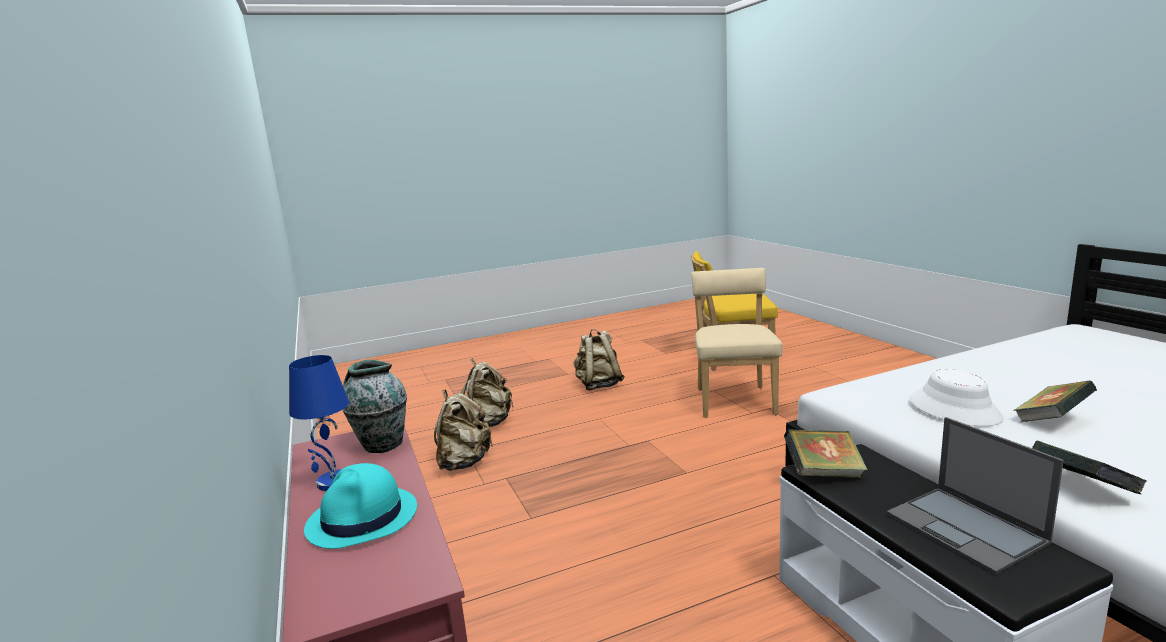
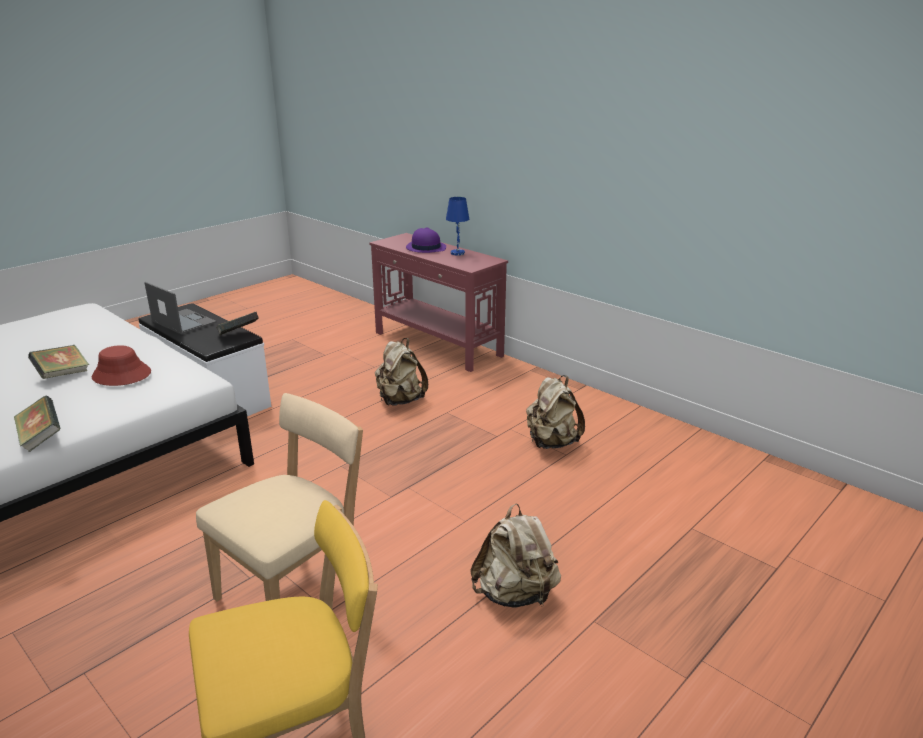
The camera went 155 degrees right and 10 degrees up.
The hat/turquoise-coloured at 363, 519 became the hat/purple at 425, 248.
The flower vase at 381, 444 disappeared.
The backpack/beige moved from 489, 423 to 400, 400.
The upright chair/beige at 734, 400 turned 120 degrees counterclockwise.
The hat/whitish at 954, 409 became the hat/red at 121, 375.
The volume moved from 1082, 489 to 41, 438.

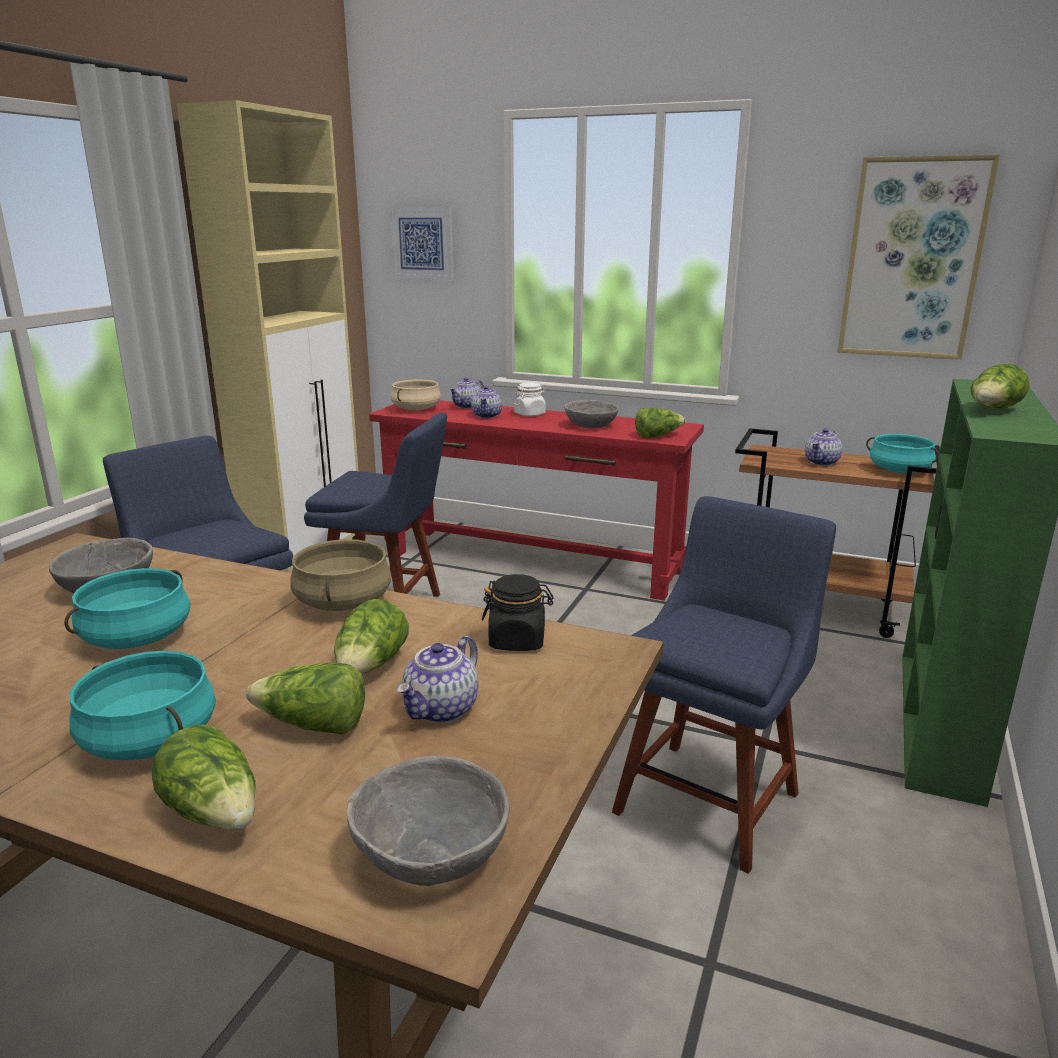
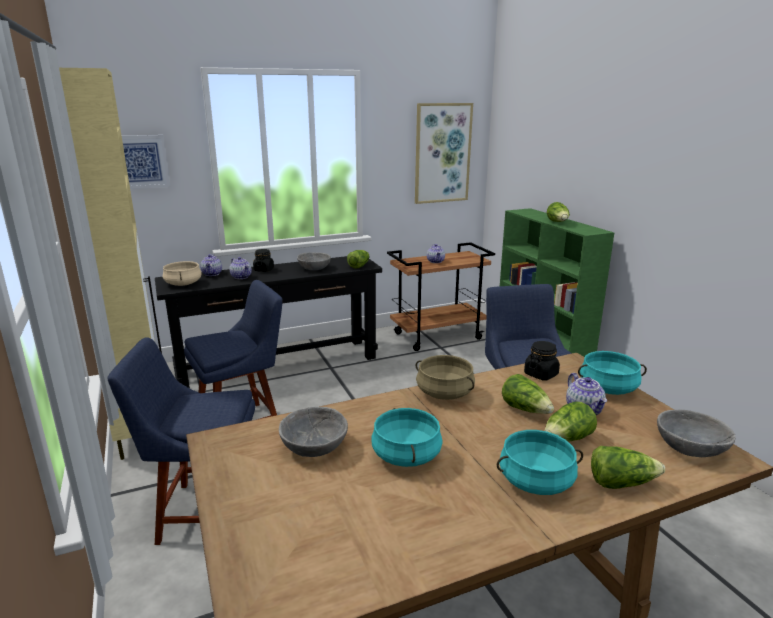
The camera went 45 degrees left and 0 degrees up.
The console table/red at 532, 562 became the console table/blackish at 278, 365.
The preserve jar/whitish at 530, 414 became the preserve jar/blackish at 264, 270.
The stockpot/turquoise-coloured moved from 899, 471 to 608, 388.

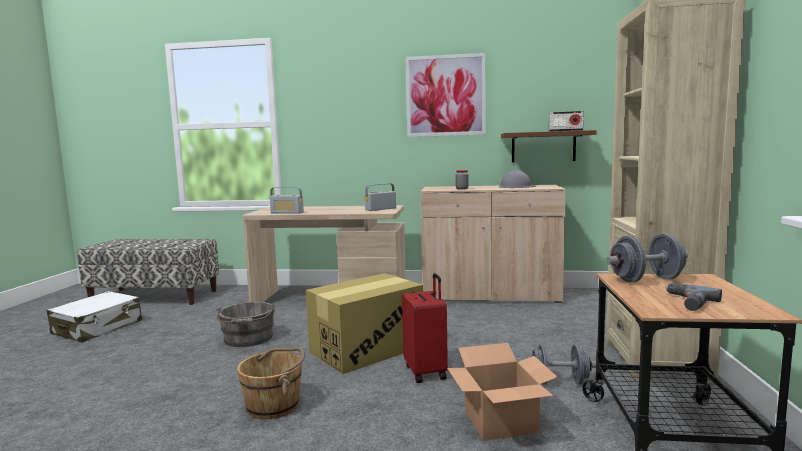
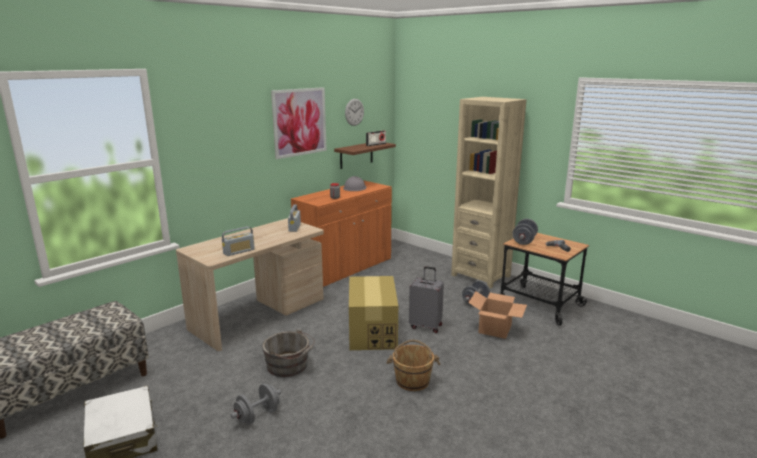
The camera went 55 degrees left and 10 degrees up.
The suitcase/red at 426, 372 became the suitcase/gray at 426, 326.
The storage cabinet/beige at 490, 295 became the storage cabinet/orange-coloured at 345, 268.
The free weight/gray at 257, 416 appeared.
The clock on the wall at 354, 112 appeared.

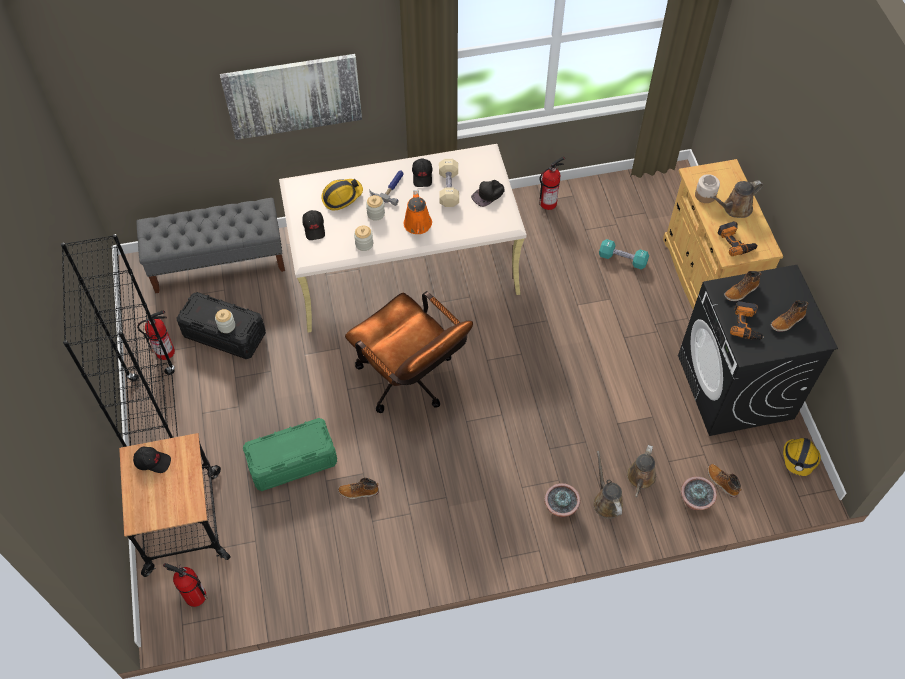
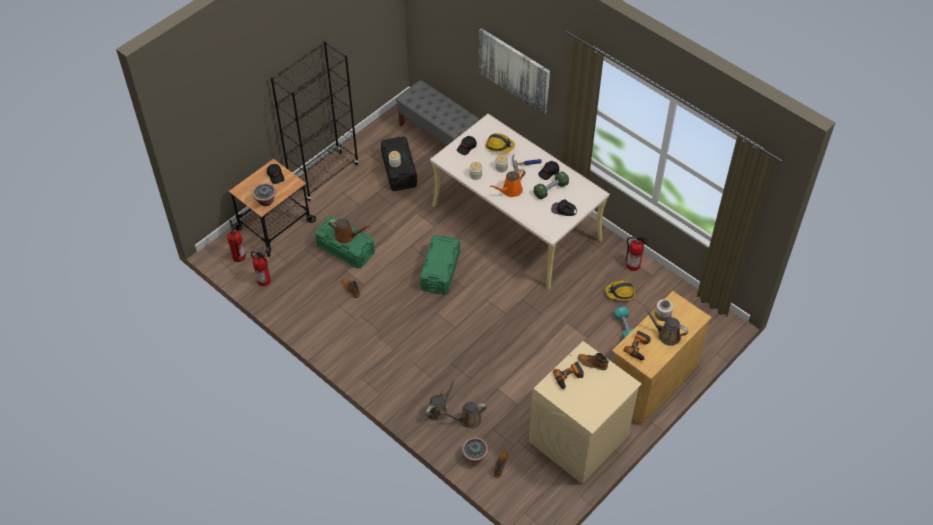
The camera went 55 degrees right and 5 degrees down.
The fire extinguisher moved from 166, 351 to 264, 281.
The office chair/brown at 410, 382 was replaced by the storage container/green at 440, 271.
The free weight/beige at 448, 189 became the free weight/green at 550, 189.
The houseplant moved from 560, 508 to 265, 201.
The laundry machine/blackish at 735, 387 became the laundry machine/beige at 578, 439.
The high-top boot at 787, 321 disappeared.
The hard hat moved from 799, 458 to 620, 293.
The watering pot/brown at 346, 236 appeared.

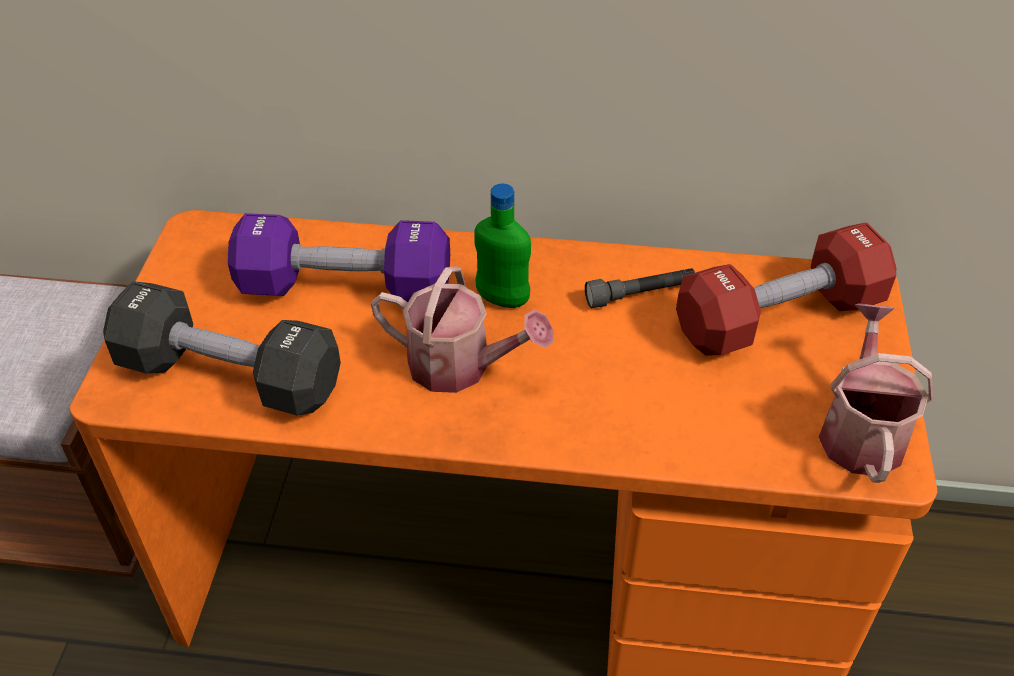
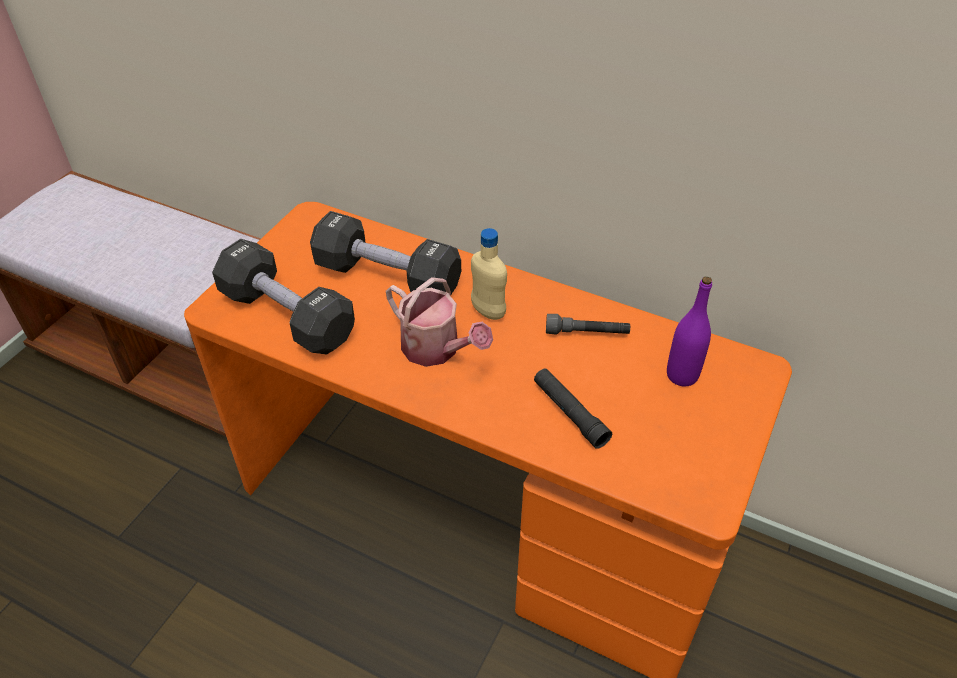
The camera went 20 degrees right and 0 degrees up.
The free weight/purple at 345, 287 became the free weight/blackish at 387, 277.
The bottle/green at 502, 299 became the bottle/beige at 488, 311.
The free weight/red at 779, 317 was replaced by the bottle/purple at 682, 375.
The watering pot at 860, 430 disappeared.
The hand torch/blackish at 570, 413 appeared.

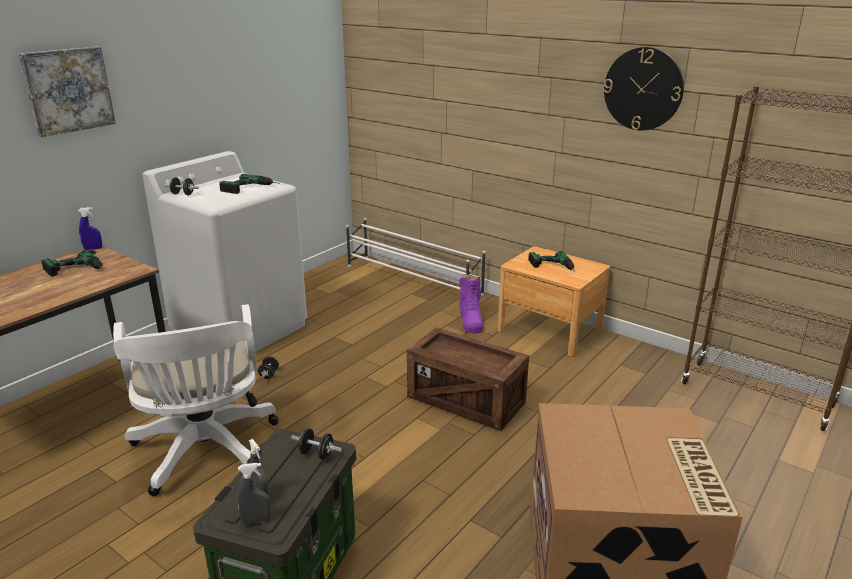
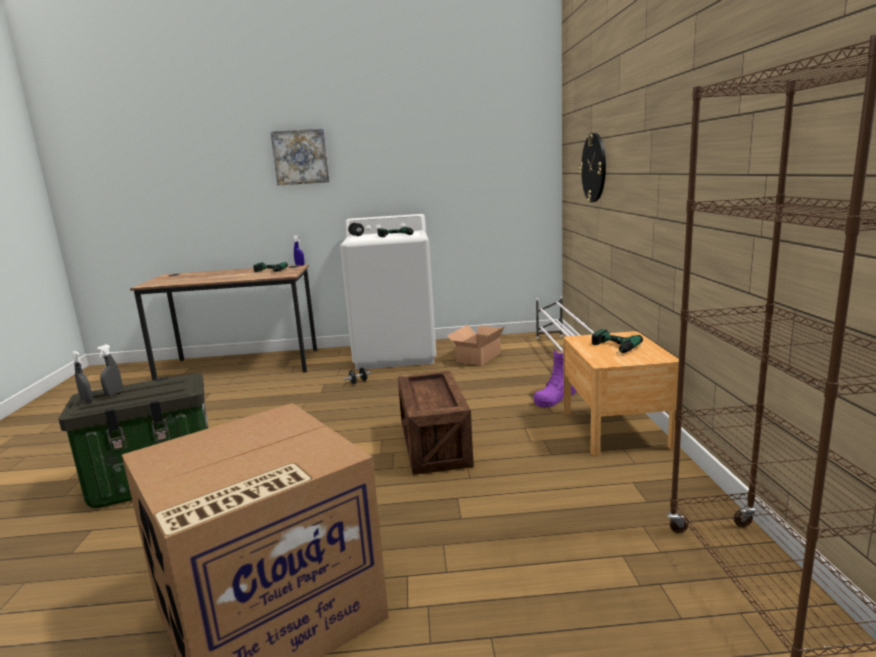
The camera went 50 degrees right and 10 degrees down.
The office chair/whitish at 205, 453 disappeared.
The free weight/blackish at 316, 454 disappeared.
The clock on the wall moved from 643, 89 to 594, 168.
The packing box at 476, 357 appeared.

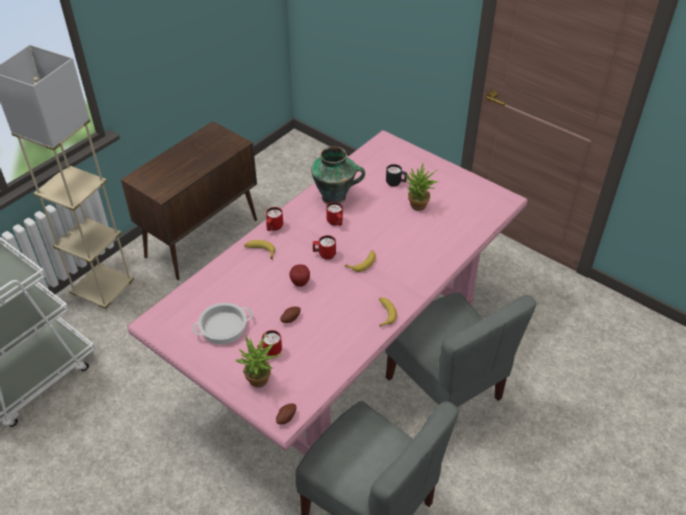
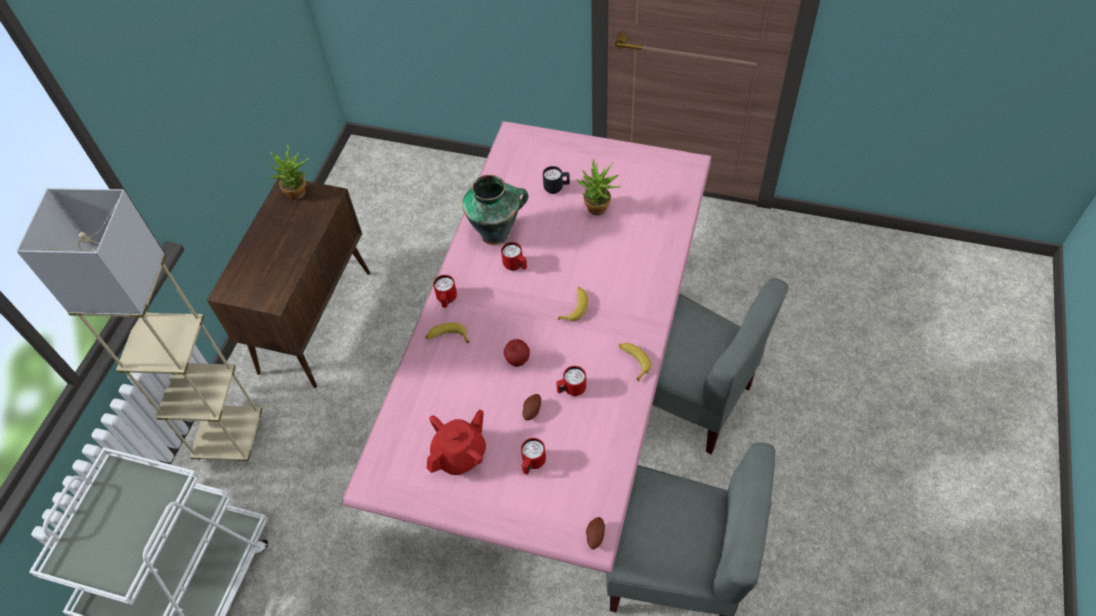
The camera went 20 degrees left and 10 degrees up.
The stockpot at 223, 327 was replaced by the teapot/red at 460, 454.
The houseplant moved from 260, 382 to 299, 194.
The mug/red moved from 324, 255 to 571, 390.

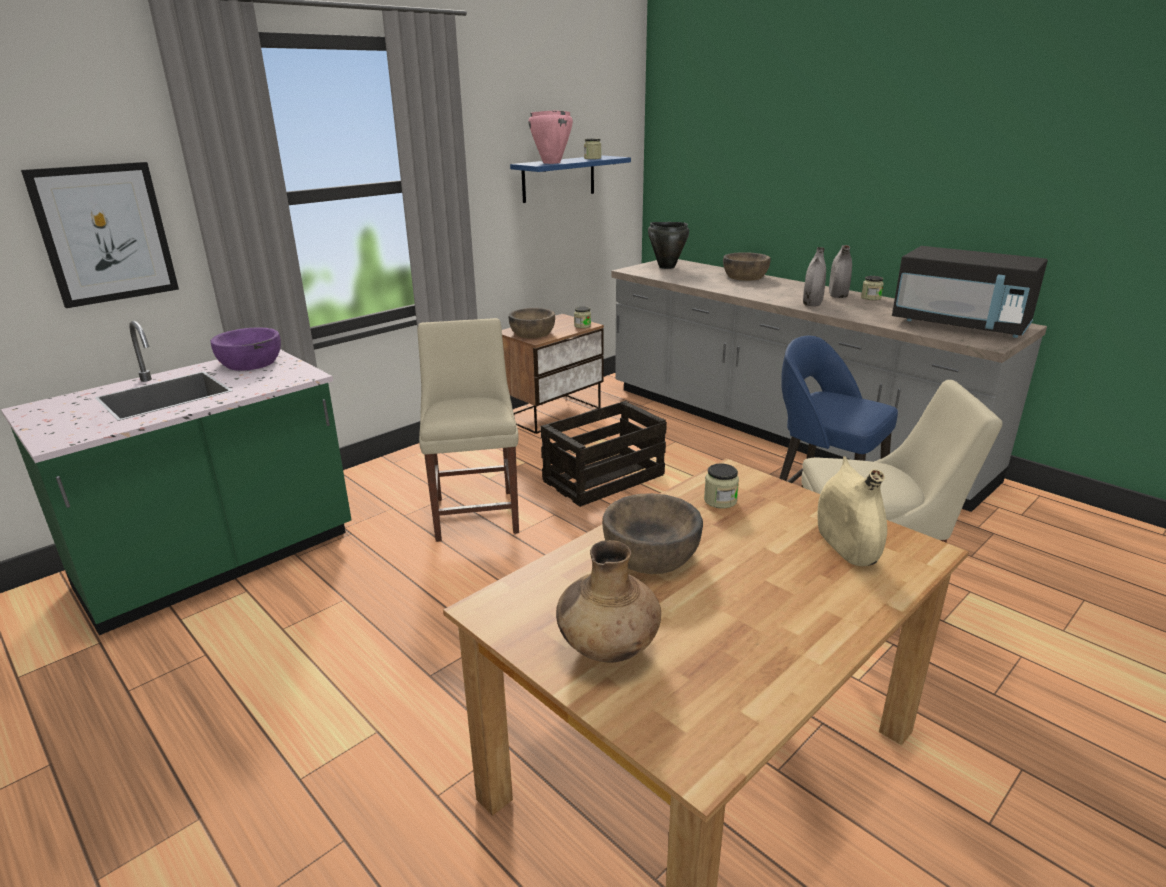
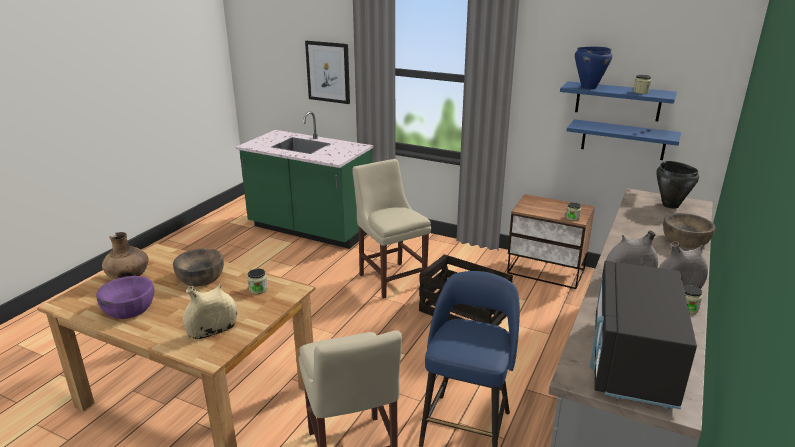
The camera went 70 degrees right and 0 degrees up.
The serving bowl/purple moved from 251, 362 to 129, 308.
The upright chair/beige at 476, 512 turned 90 degrees counterclockwise.
The serving bowl/brown at 532, 333 disappeared.
The stockpot/pink-coloured at 551, 162 became the stockpot/blue-coloured at 588, 87.
The wall shelf/blue-coloured at 623, 140 appeared.

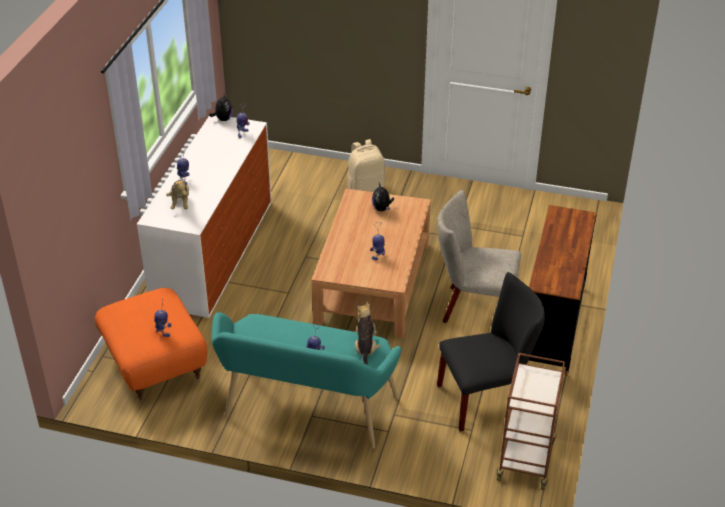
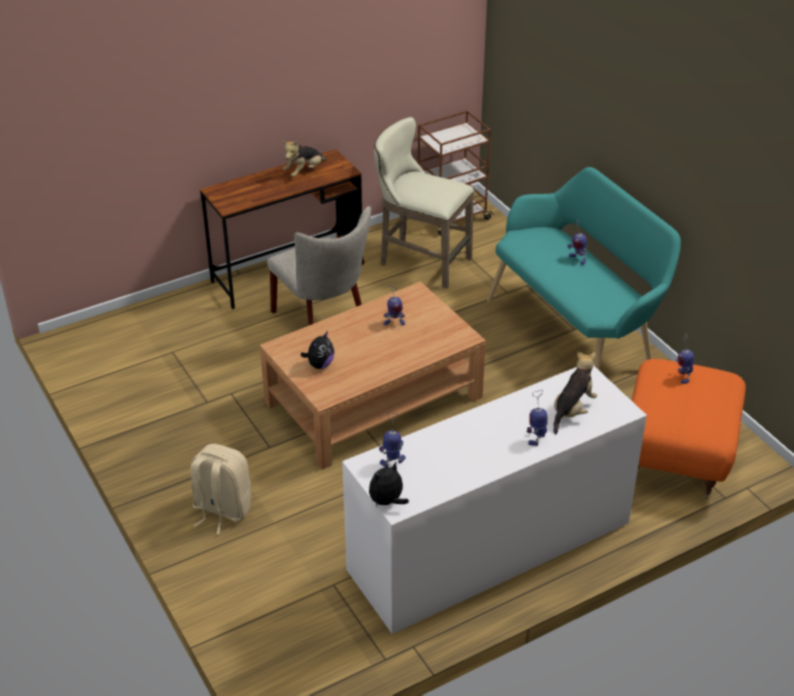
The camera went 135 degrees left and 0 degrees up.
The soft toy moved from 366, 349 to 304, 171.
The upright chair/blackish at 487, 398 was replaced by the stool/beige at 420, 261.

